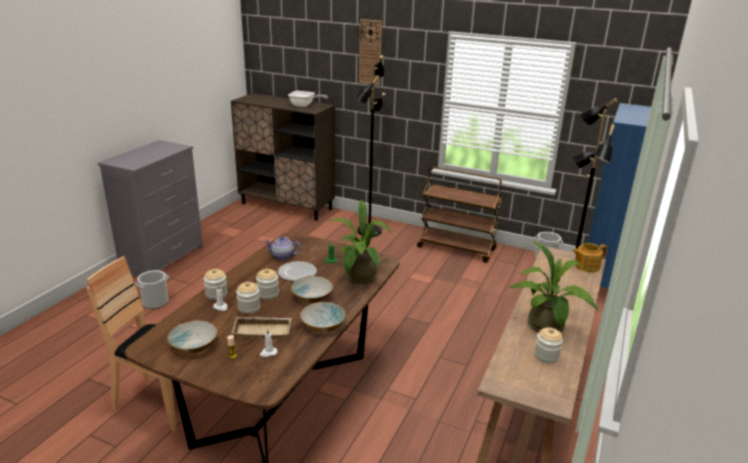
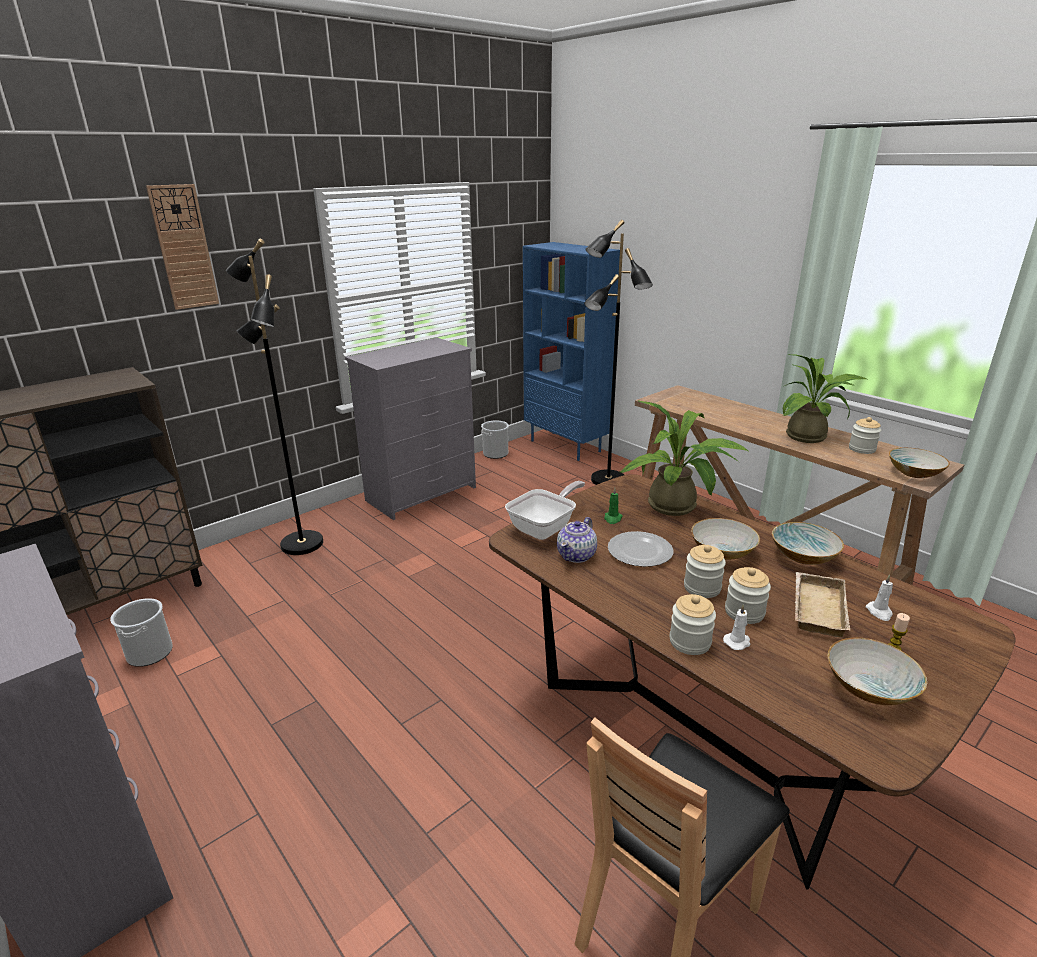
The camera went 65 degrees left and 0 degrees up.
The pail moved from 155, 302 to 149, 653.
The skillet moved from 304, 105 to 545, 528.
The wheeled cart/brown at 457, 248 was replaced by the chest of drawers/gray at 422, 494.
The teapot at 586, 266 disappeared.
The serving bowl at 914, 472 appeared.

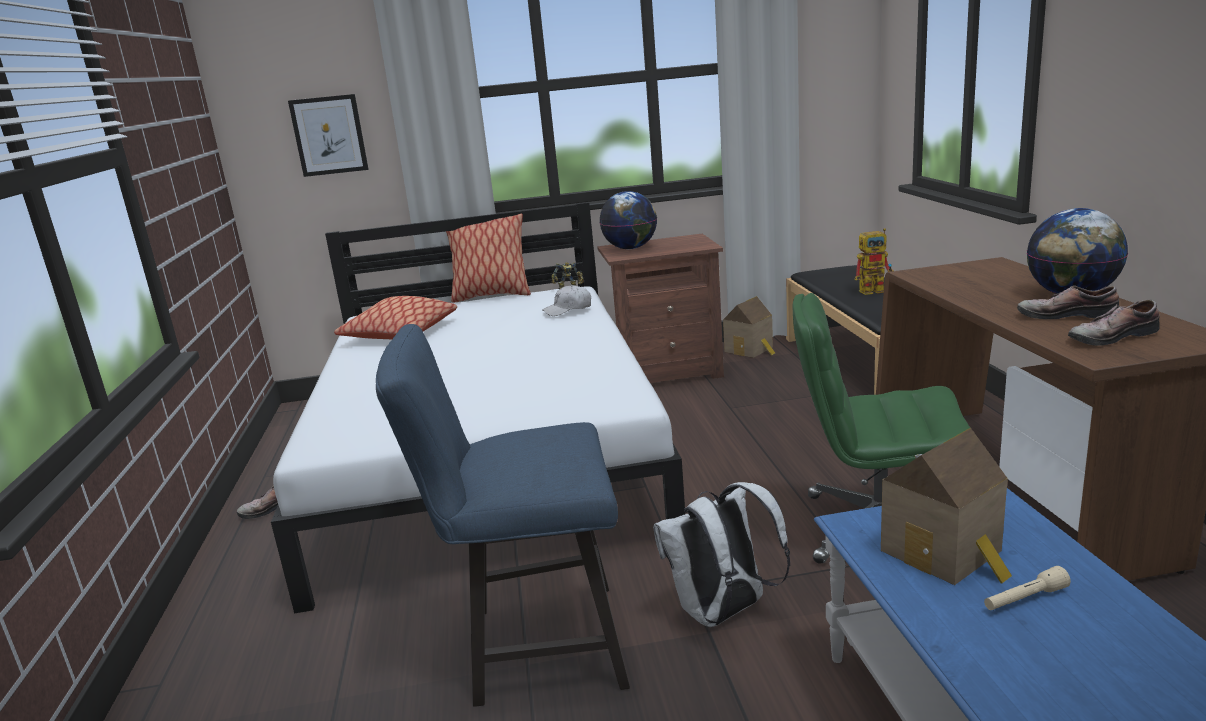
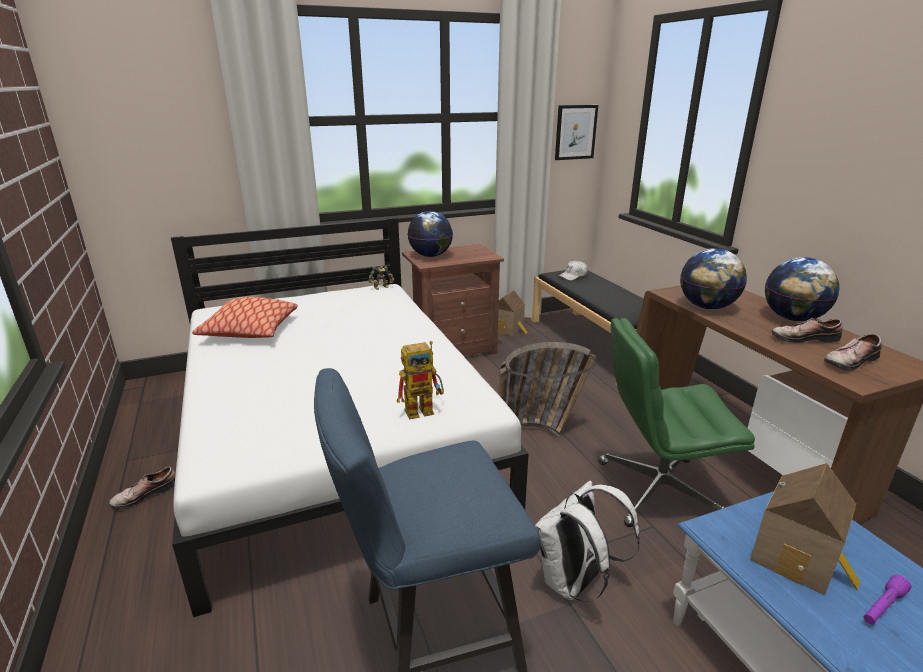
The camera went 15 degrees left and 5 degrees up.
The wall picture moved from 329, 135 to 575, 132.
The pillow at 491, 296 disappeared.
The baseball cap/whitish moved from 568, 309 to 573, 276.
The model robot moved from 876, 290 to 424, 409.
The hand torch/beige at 1024, 599 became the hand torch/purple at 882, 607.
The storage basket at 539, 434 appeared.
The world globe at 706, 307 appeared.

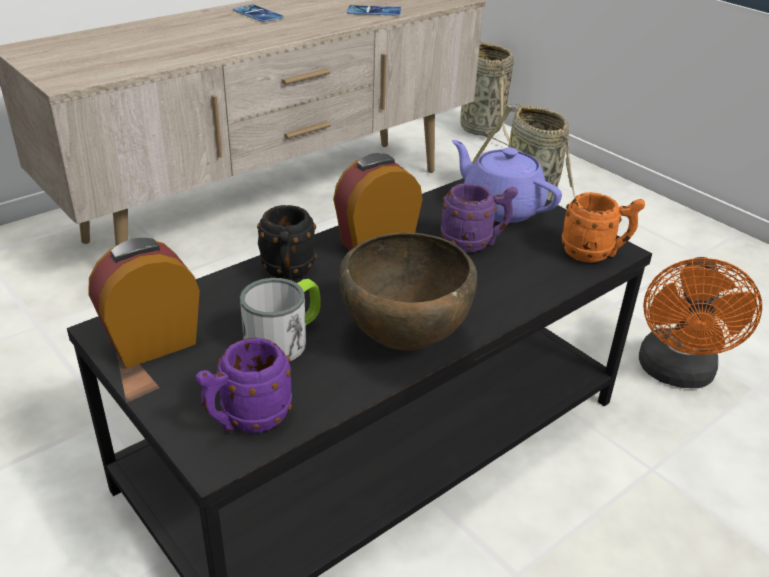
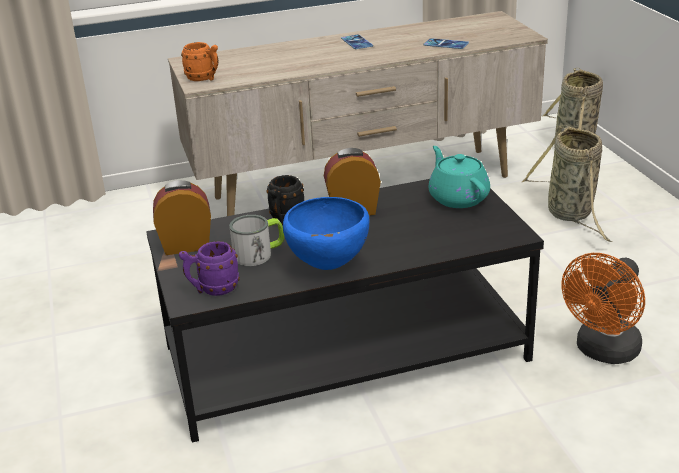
The camera went 25 degrees right and 5 degrees down.
The serving bowl/brown at 404, 341 became the serving bowl/blue-coloured at 328, 266.
The mug/purple at 474, 244 disappeared.
The teapot/purple at 500, 207 became the teapot/turquoise-coloured at 458, 197.
The mug/orange-coloured moved from 595, 254 to 204, 78.

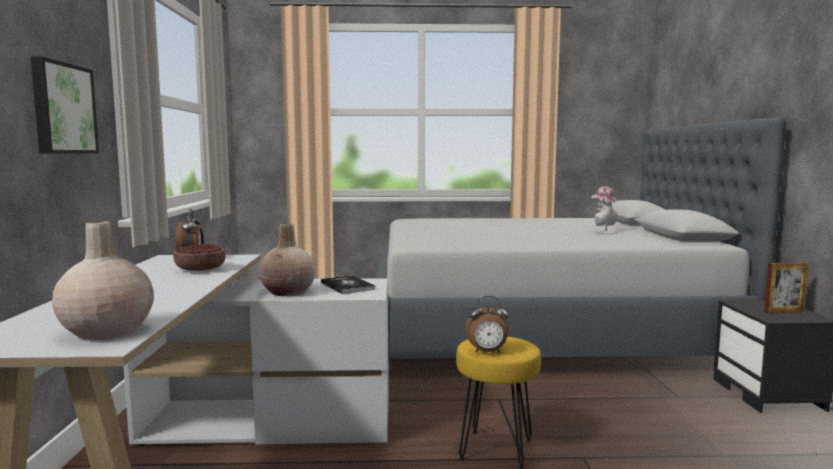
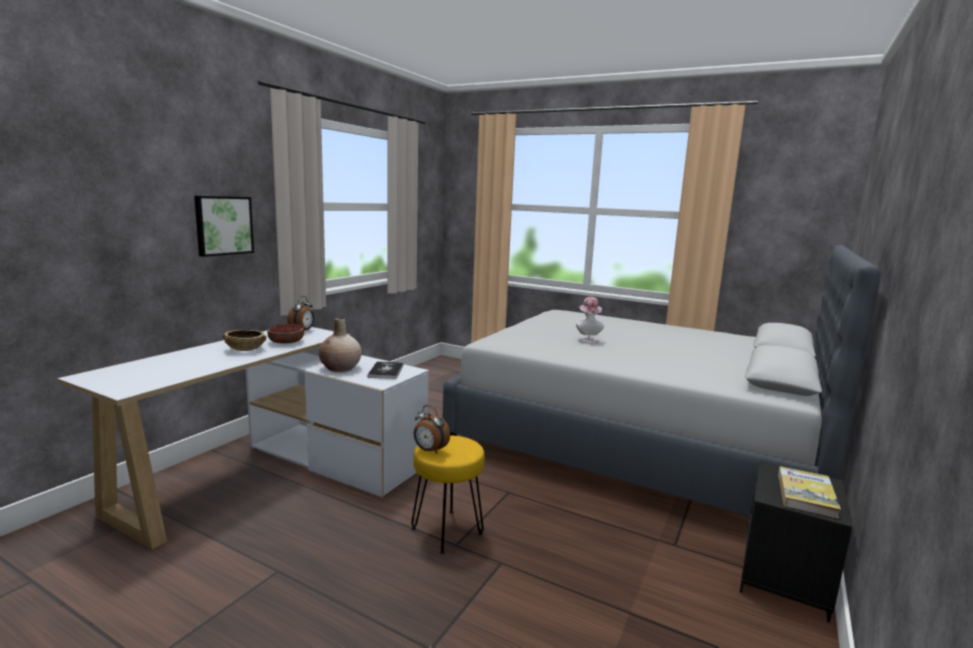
The camera went 30 degrees right and 5 degrees up.
The flower vase/beige at 106, 331 disappeared.
The hat moved from 603, 232 to 587, 340.
The photo frame at 784, 312 was replaced by the volume at 806, 494.
The serving bowl/brown at 245, 349 appeared.

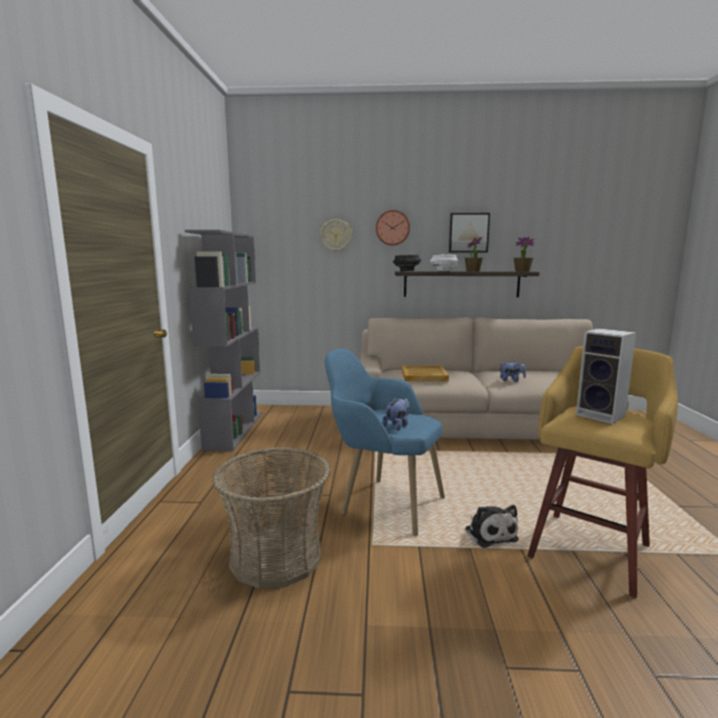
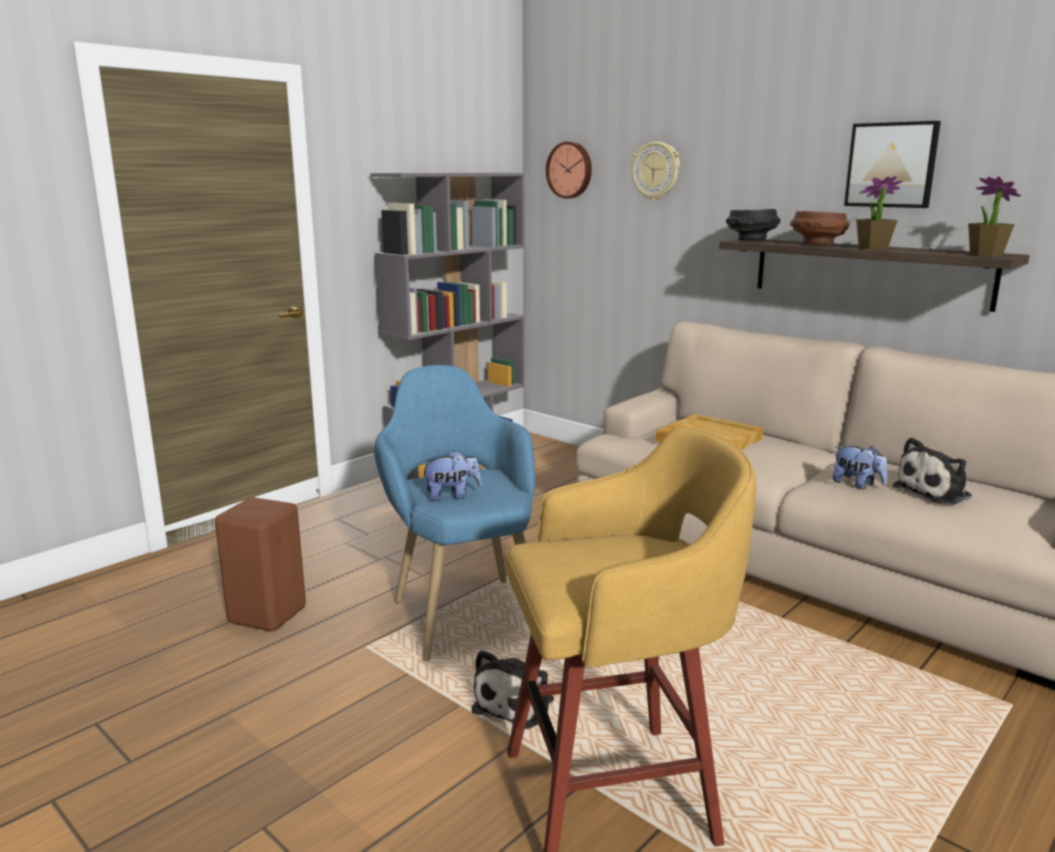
The camera went 40 degrees right and 5 degrees up.
The storage basket at 276, 557 was replaced by the stool/brown at 267, 614.
The clock on the wall moved from 392, 228 to 570, 170.
The serving bowl/whitish at 443, 271 became the serving bowl/brown at 816, 244.
The audio speaker at 602, 415 disappeared.
The soft toy at 935, 492 appeared.

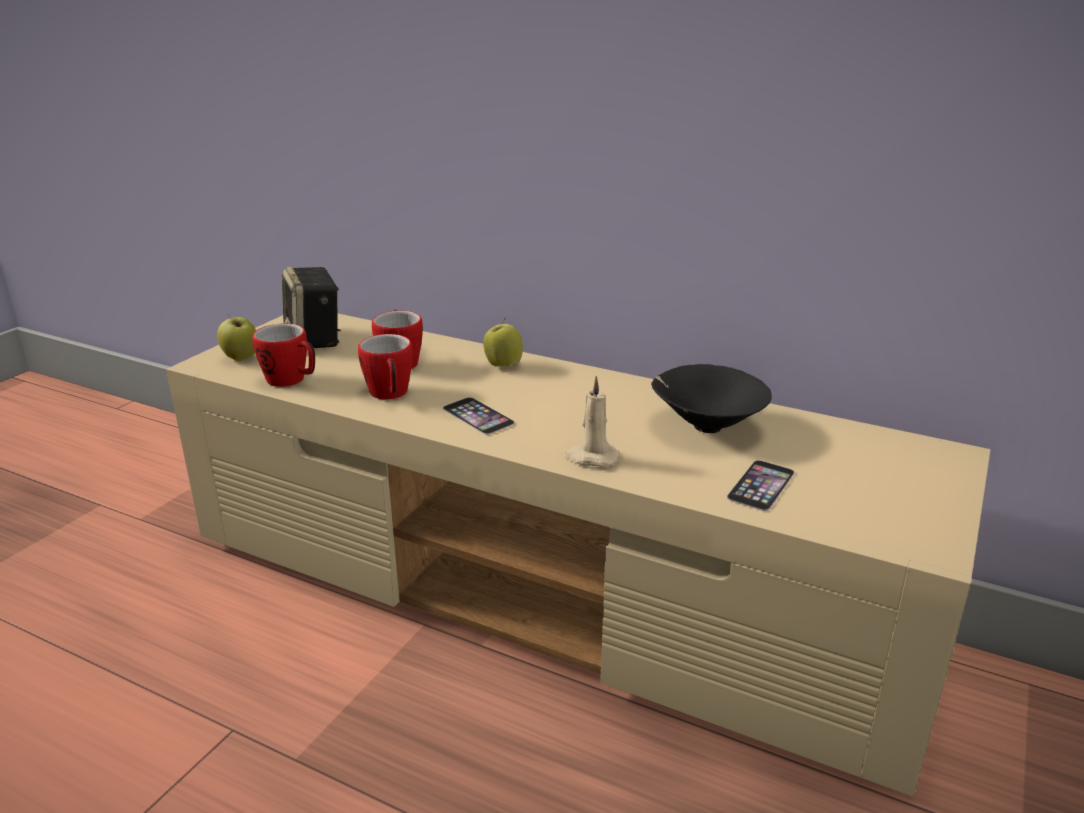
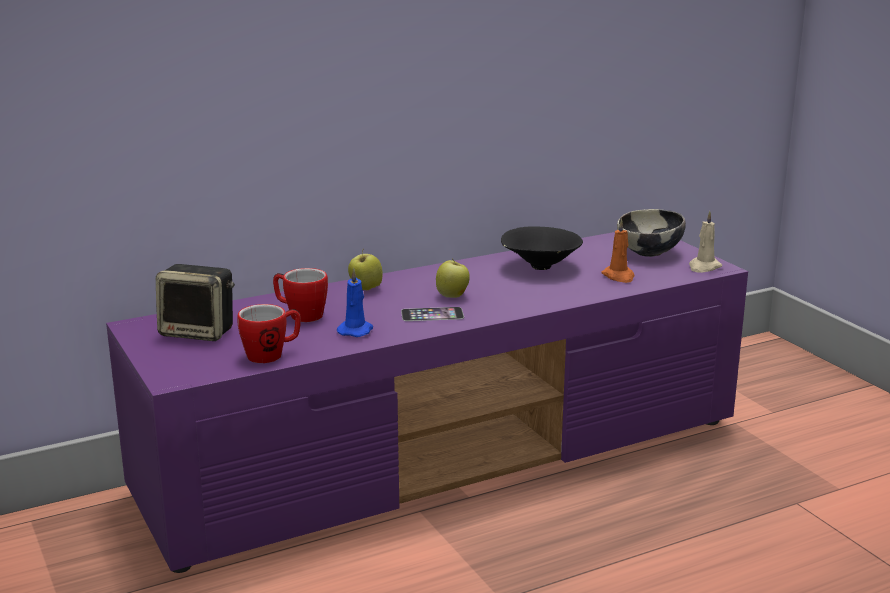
The camera went 55 degrees left and 5 degrees down.
The media console/beige at 547, 594 became the media console/purple at 447, 456.
The whole apple moved from 241, 358 to 453, 296.
The mug at 390, 395 was replaced by the wax light/blue-coloured at 356, 330.
The wax light/beige moved from 591, 457 to 704, 267.
The handset at 761, 485 was replaced by the wax light/orange-coloured at 619, 276.
The serving bowl at 649, 253 appeared.

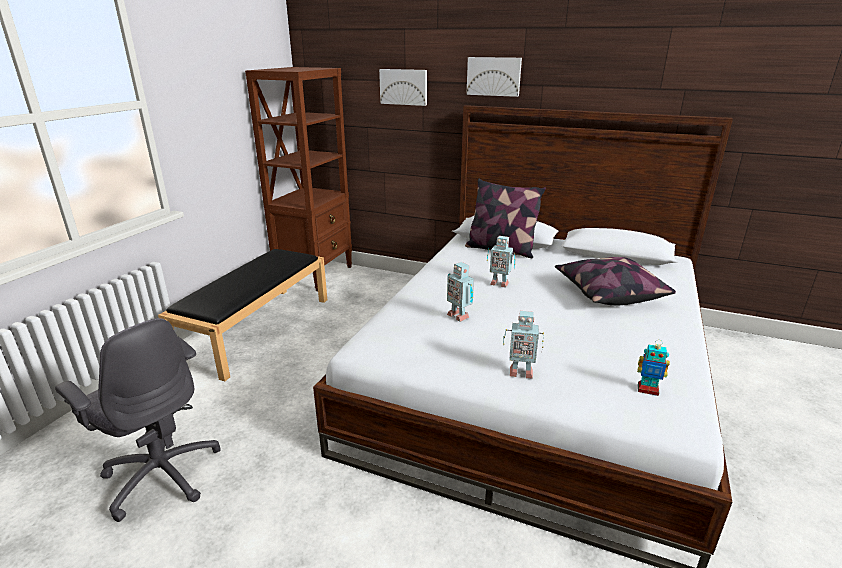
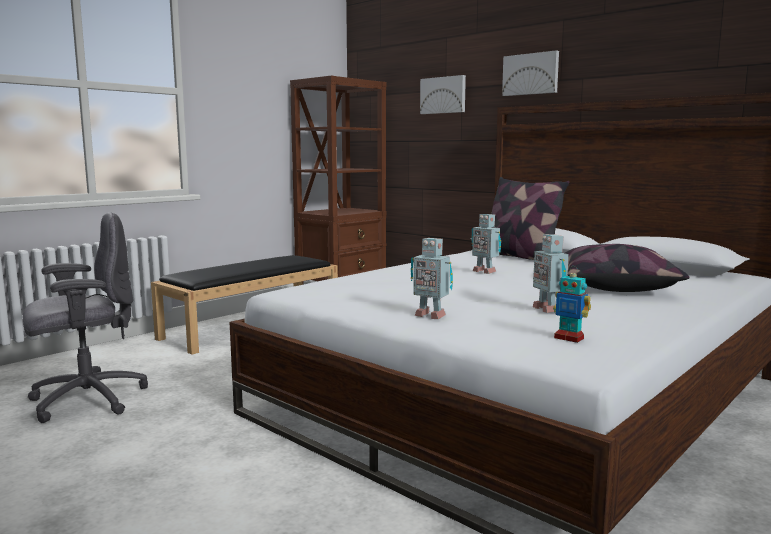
The camera went 20 degrees right and 15 degrees down.
The office chair/gray at 162, 474 turned 90 degrees counterclockwise.
The model robot moved from 458, 315 to 548, 309.

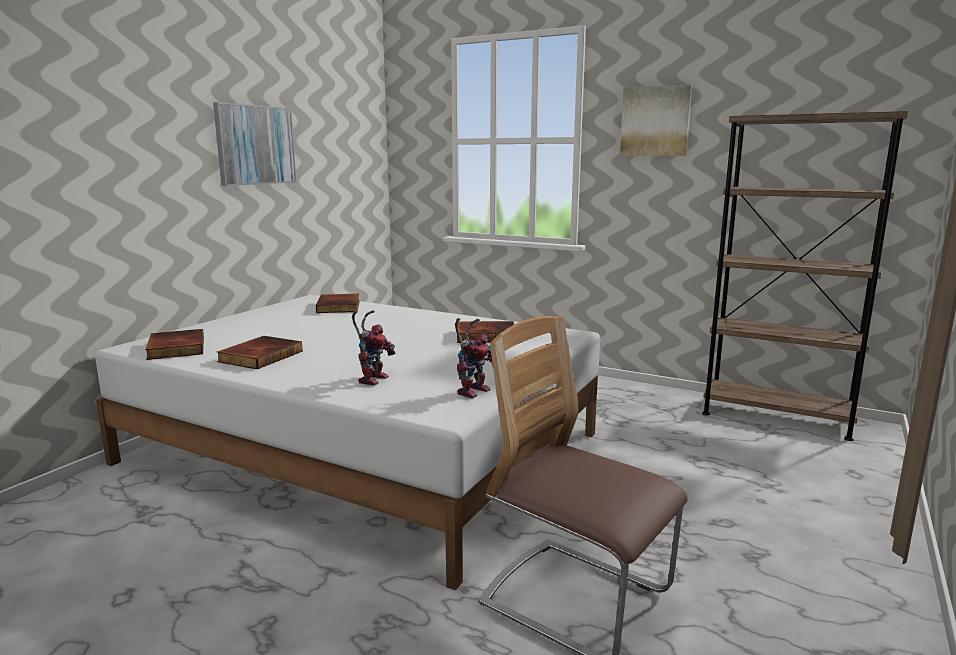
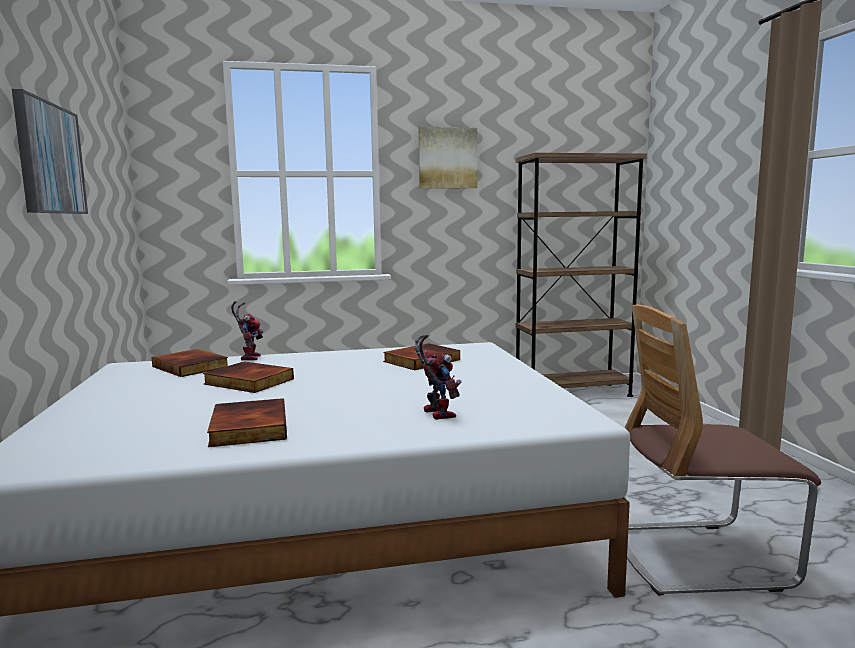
The camera went 40 degrees left and 5 degrees down.
The volume moved from 175, 348 to 247, 382.
The model robot moved from 473, 390 to 249, 357.

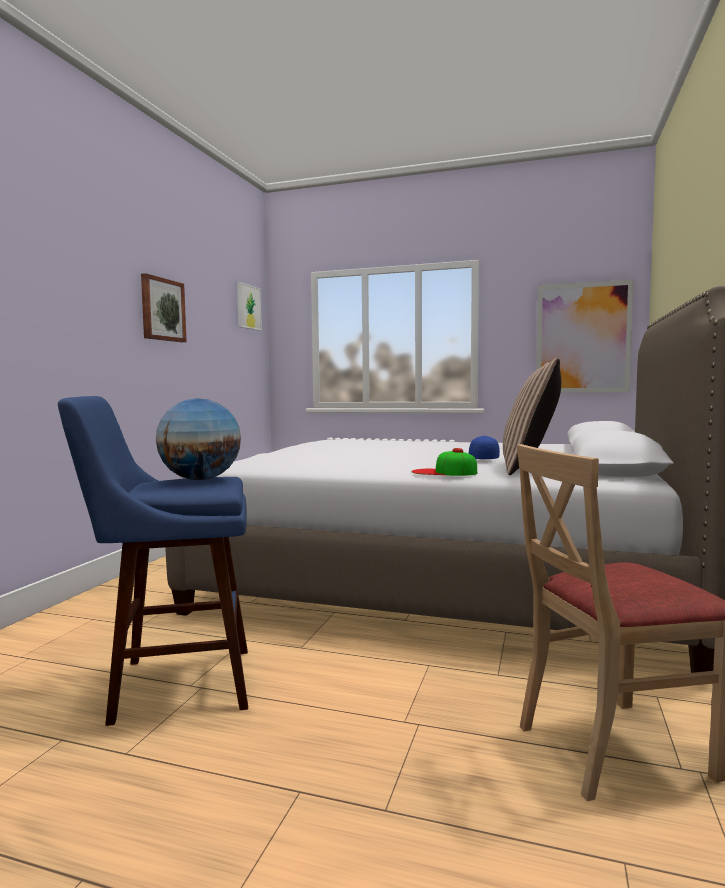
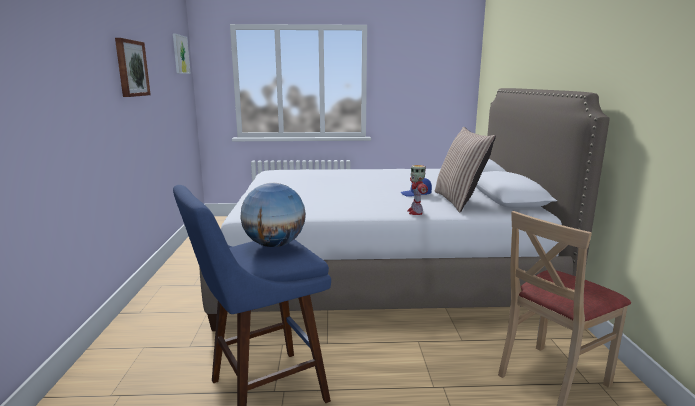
The camera went 20 degrees left and 10 degrees up.
The baseball cap at 444, 472 was replaced by the model robot at 415, 212.
The wall picture at 583, 338 disappeared.

